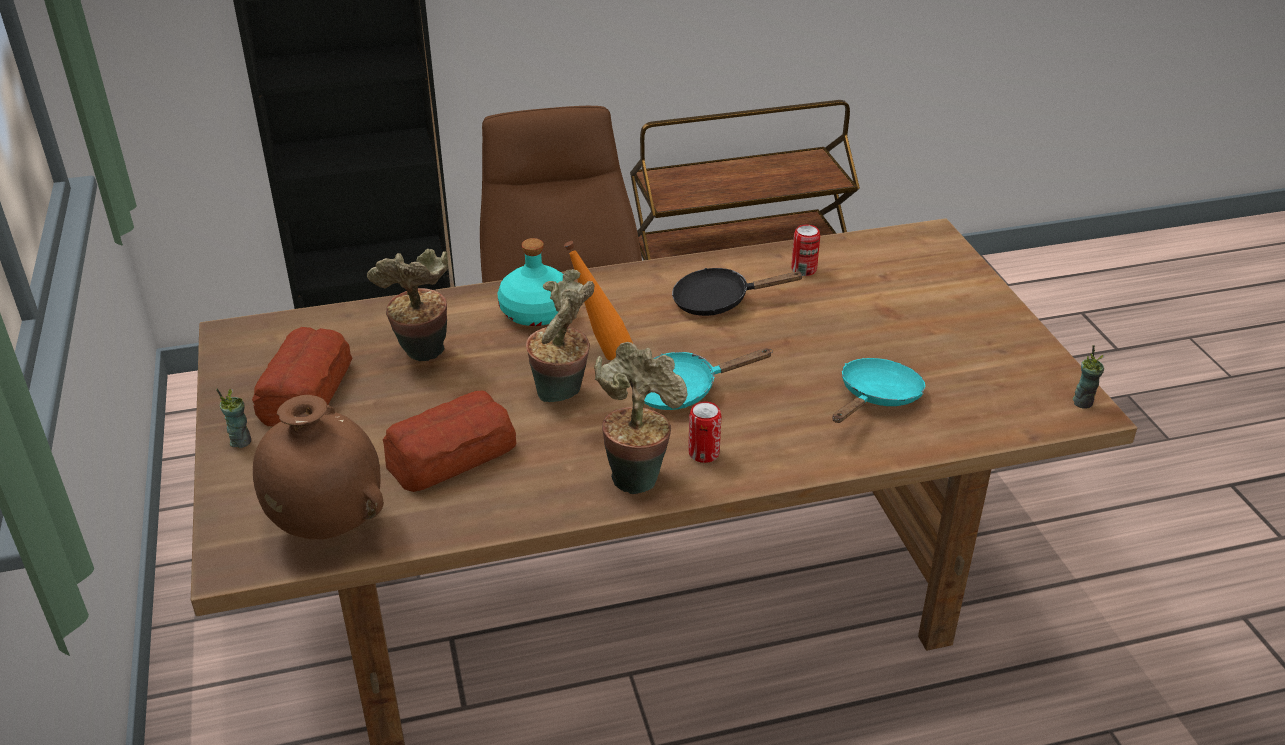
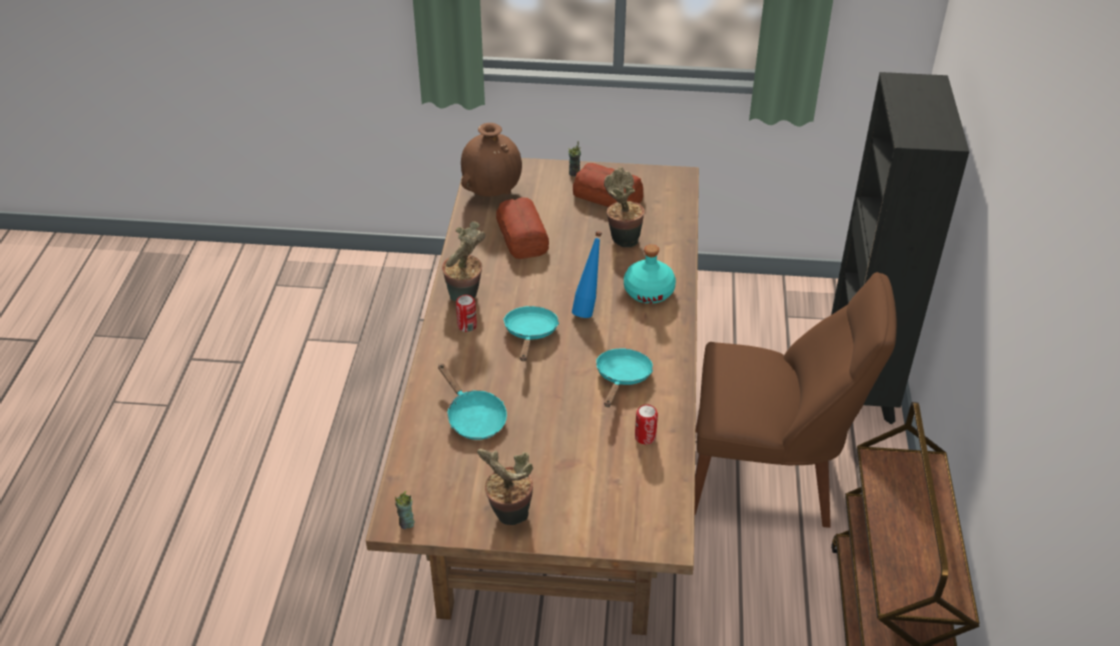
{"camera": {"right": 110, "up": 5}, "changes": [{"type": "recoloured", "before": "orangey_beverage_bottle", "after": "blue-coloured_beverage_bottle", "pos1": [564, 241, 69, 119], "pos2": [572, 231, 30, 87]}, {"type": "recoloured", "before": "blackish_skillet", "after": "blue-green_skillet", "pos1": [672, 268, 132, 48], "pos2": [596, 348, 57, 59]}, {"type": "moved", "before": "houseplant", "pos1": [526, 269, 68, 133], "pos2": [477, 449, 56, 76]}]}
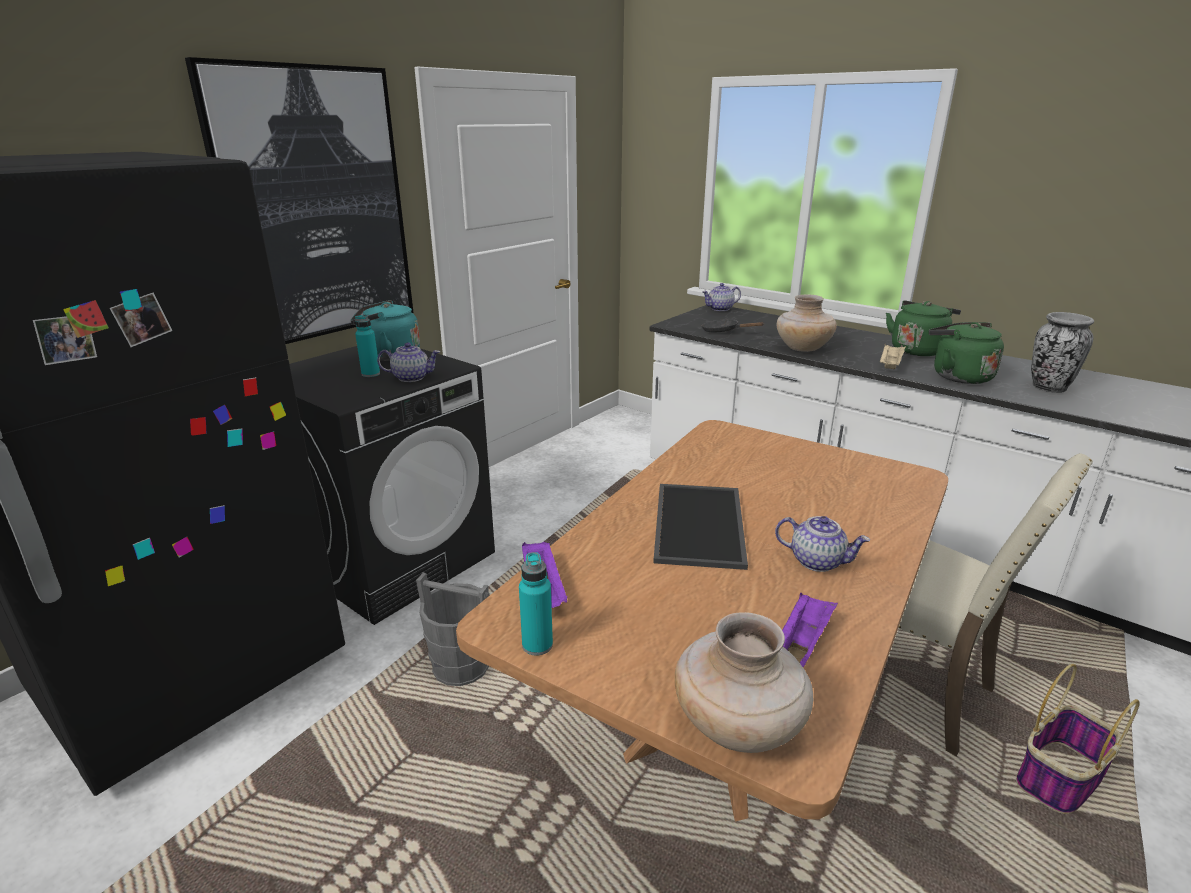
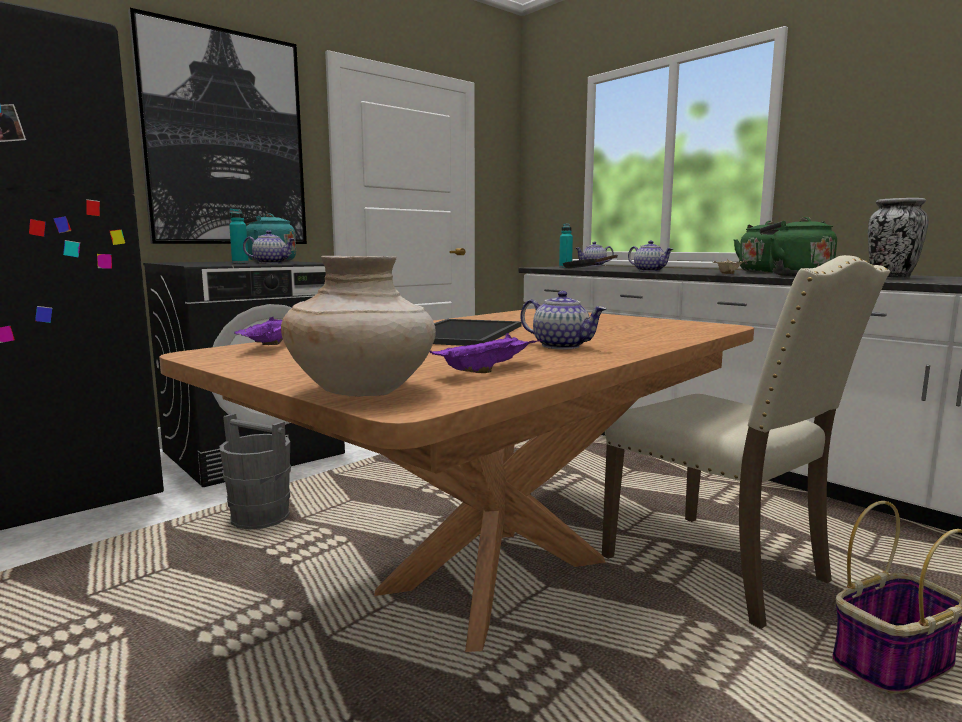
{"camera": {"right": 10, "up": -15}, "changes": [{"type": "replaced", "before": "sand-coloured_vase", "after": "pot_for_tea", "pos1": [777, 294, 60, 58], "pos2": [628, 241, 45, 31]}, {"type": "moved", "before": "blue-green_beverage_bottle", "pos1": [519, 552, 34, 104], "pos2": [559, 223, 14, 45]}]}
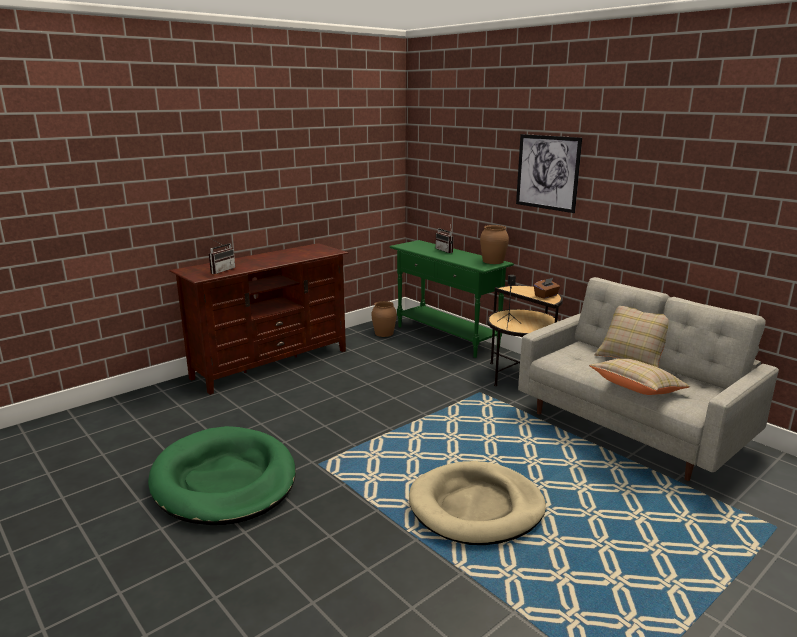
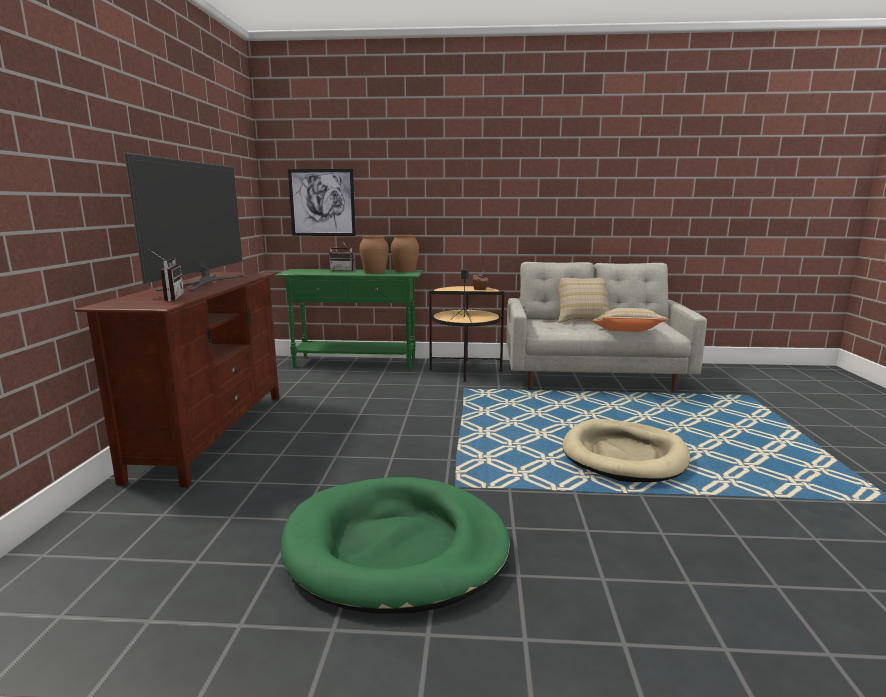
{"camera": {"right": -45, "up": -5}, "changes": [{"type": "moved", "before": "wall_art", "pos1": [516, 134, 66, 79], "pos2": [288, 169, 68, 67]}, {"type": "moved", "before": "brownish_vase", "pos1": [371, 301, 26, 36], "pos2": [359, 235, 29, 39]}, {"type": "added", "after": "TV_set", "pos2": [124, 152, 119, 139]}]}
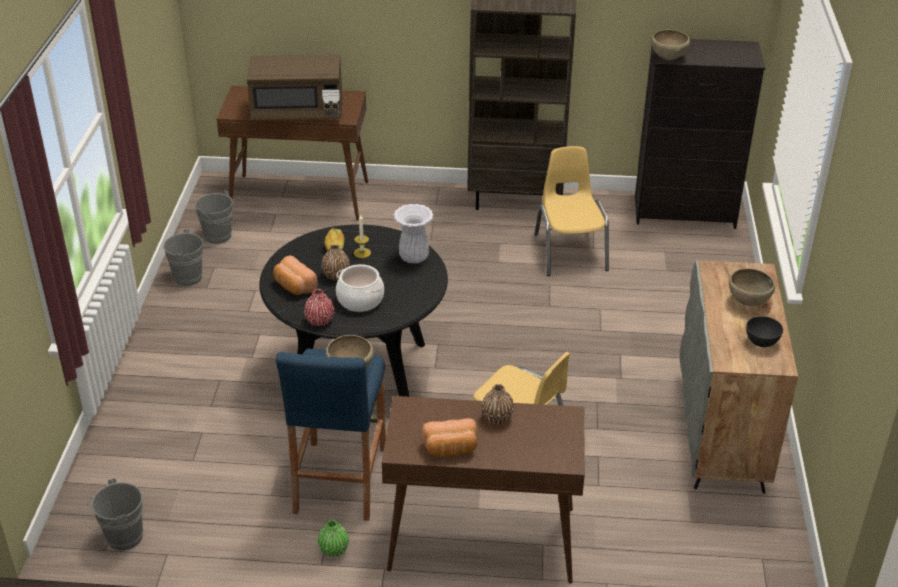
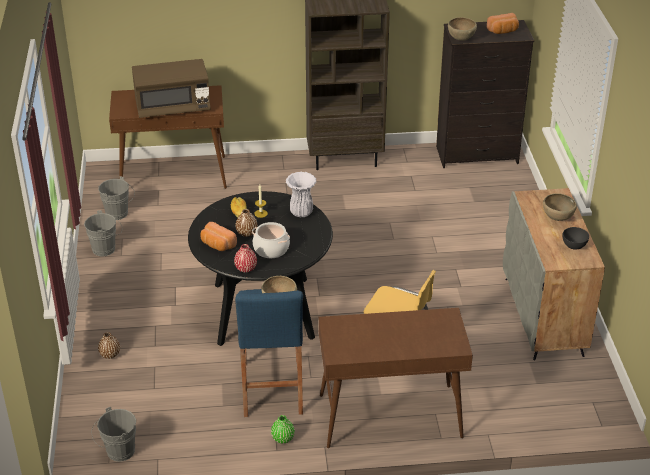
{"camera": {"right": -10, "up": 0}, "changes": [{"type": "removed", "before": "yellow-coloured_plain_chair", "pos1": [535, 146, 74, 130]}, {"type": "moved", "before": "brownish_vase", "pos1": [481, 384, 33, 40], "pos2": [98, 332, 22, 27]}, {"type": "moved", "before": "baked_bread", "pos1": [422, 418, 55, 39], "pos2": [487, 13, 32, 21]}]}
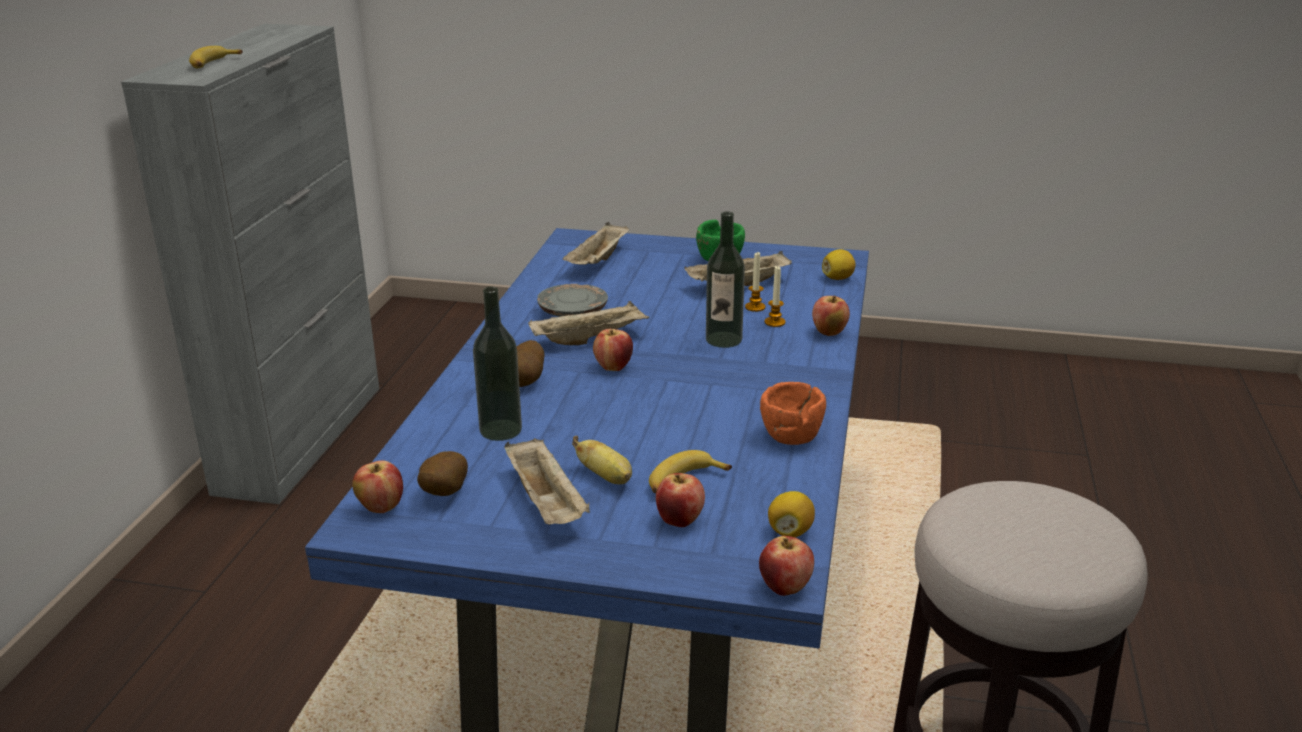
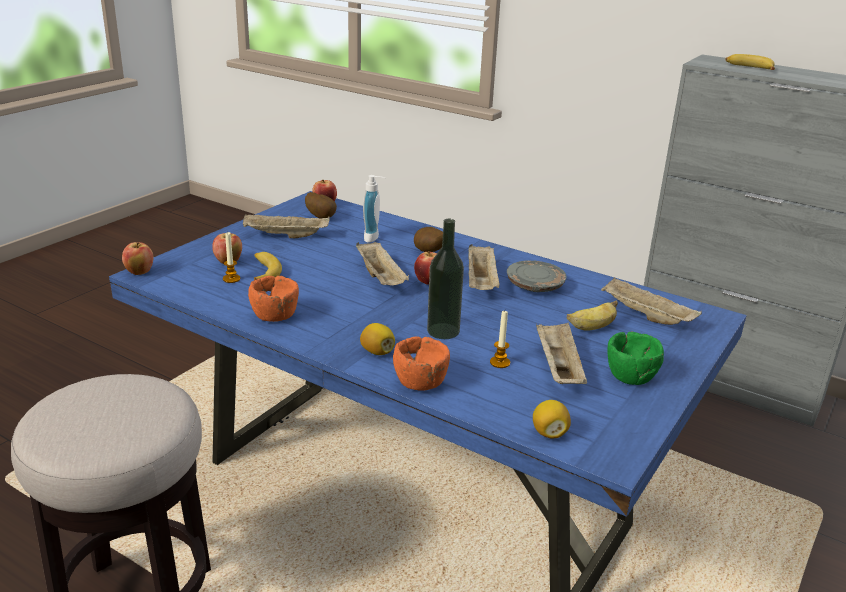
{"camera": {"right": 110, "up": 0}, "changes": [{"type": "moved", "before": "wax_light", "pos1": [765, 266, 21, 61], "pos2": [223, 232, 17, 51]}, {"type": "replaced", "before": "beverage_bottle", "after": "liquid_soap_bottle", "pos1": [473, 287, 49, 154], "pos2": [363, 175, 22, 68]}, {"type": "replaced", "before": "apple", "after": "orangey_serving_bowl", "pos1": [812, 296, 38, 40], "pos2": [393, 337, 57, 54]}, {"type": "moved", "before": "banana", "pos1": [572, 436, 60, 48], "pos2": [567, 301, 51, 30]}, {"type": "moved", "before": "lemon", "pos1": [768, 491, 47, 46], "pos2": [360, 323, 35, 32]}, {"type": "added", "after": "sand-coloured_tray", "pos2": [356, 242, 53, 43]}]}
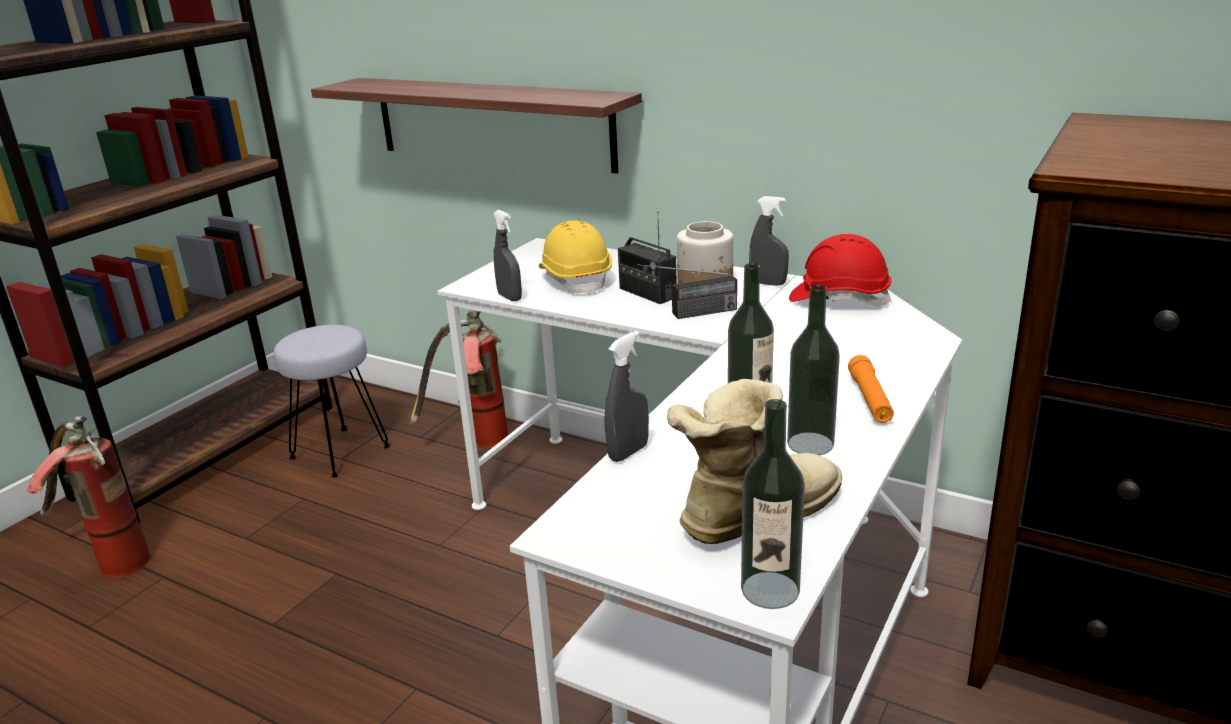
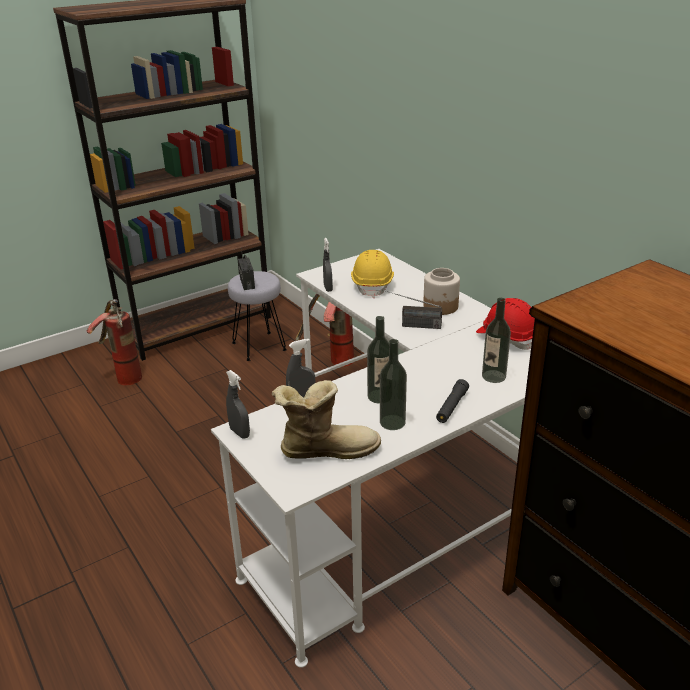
{"camera": {"right": 25, "up": 5}, "changes": [{"type": "removed", "before": "shelf", "pos1": [311, 78, 331, 96]}, {"type": "moved", "before": "greyish_hand_sprayer", "pos1": [749, 196, 40, 90], "pos2": [226, 370, 24, 69]}, {"type": "moved", "before": "radio_receiver", "pos1": [618, 211, 59, 93], "pos2": [238, 248, 17, 42]}, {"type": "recoloured", "before": "orangey_hand_torch", "after": "blackish_hand_torch", "pos1": [848, 355, 46, 68], "pos2": [436, 379, 33, 44]}, {"type": "moved", "before": "beverage_bottle", "pos1": [741, 399, 64, 210], "pos2": [482, 298, 29, 85]}]}
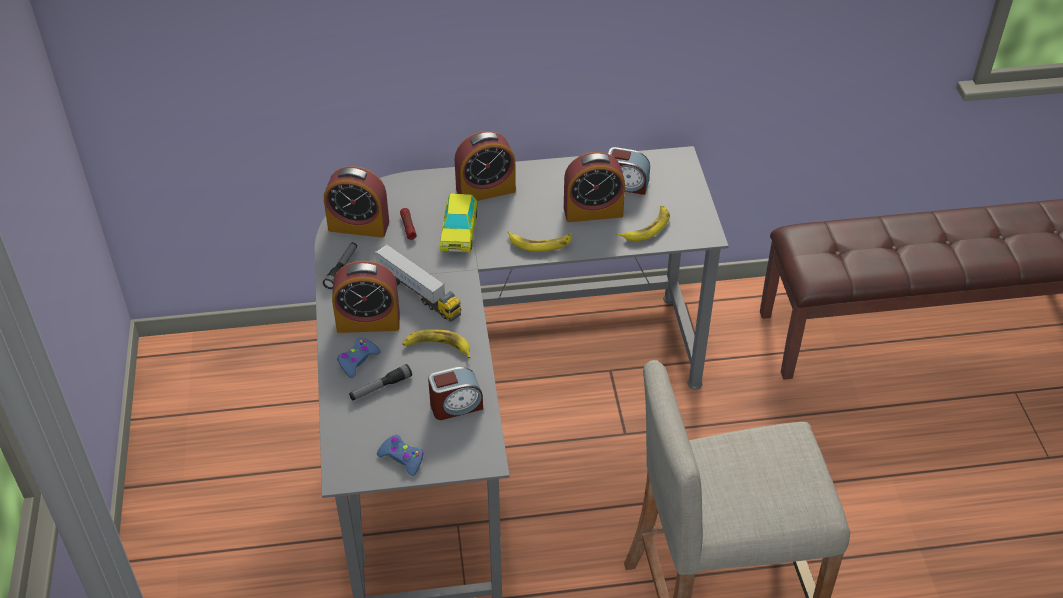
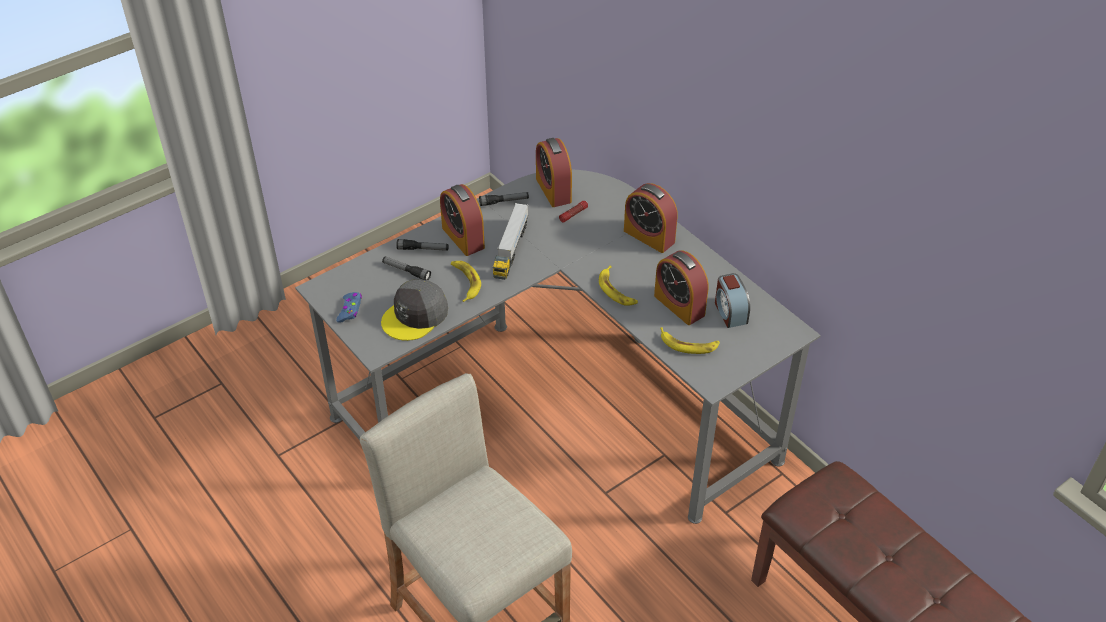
{"camera": {"right": 60, "up": 0}, "changes": [{"type": "removed", "before": "miniature_car", "pos1": [440, 193, 37, 59]}, {"type": "replaced", "before": "blue-coloured_game_controller", "after": "hand_torch", "pos1": [337, 338, 44, 40], "pos2": [396, 239, 53, 12]}, {"type": "replaced", "before": "table_clock", "after": "greyish_baseball_cap", "pos1": [428, 367, 55, 53], "pos2": [381, 279, 67, 62]}]}
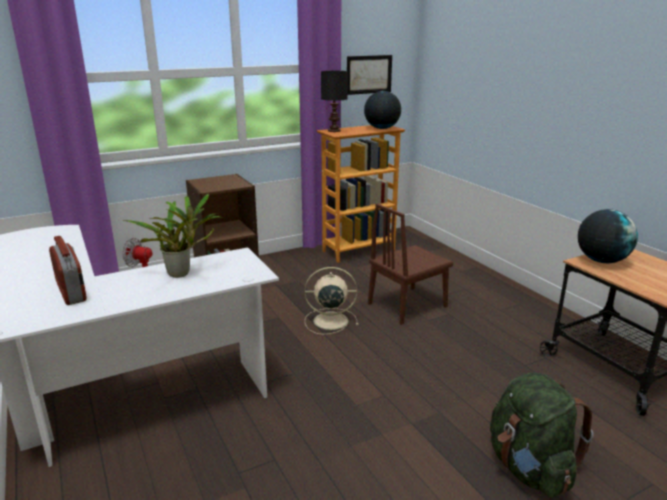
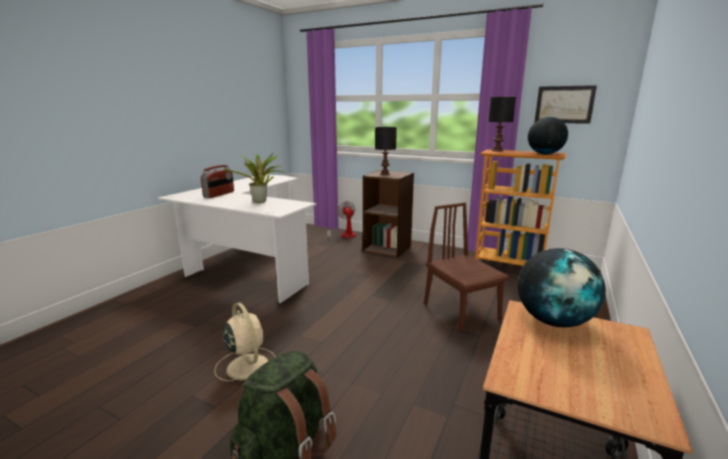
{"camera": {"right": 55, "up": -5}, "changes": [{"type": "turned", "before": "brownish_plain_chair", "pos1": [368, 203, 85, 122], "pos2": [424, 203, 85, 130], "turn": 45}, {"type": "moved", "before": "sand-coloured_cooling_fan", "pos1": [305, 267, 54, 68], "pos2": [214, 302, 62, 79]}, {"type": "added", "after": "blackish_tabletop_lamp", "pos2": [375, 127, 22, 48]}]}
